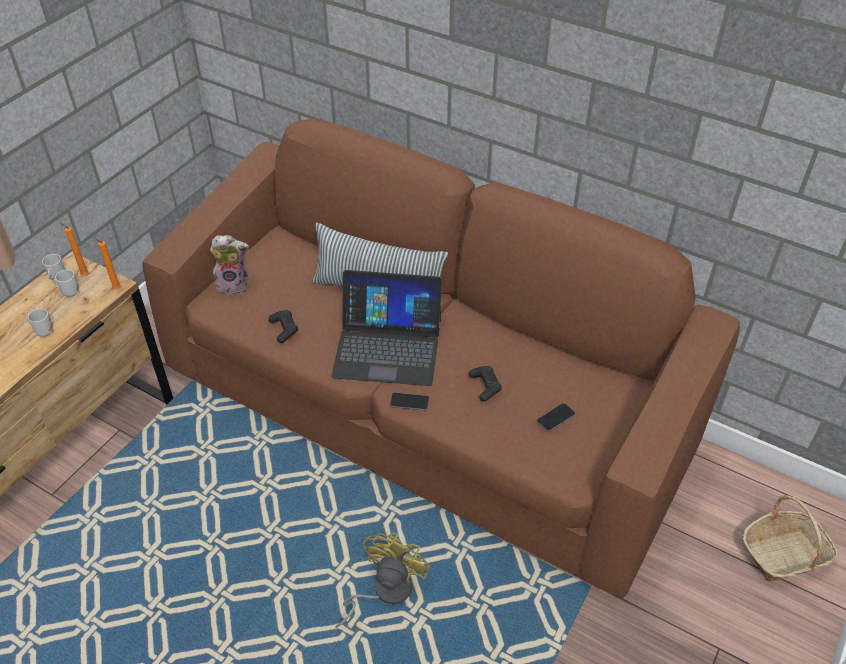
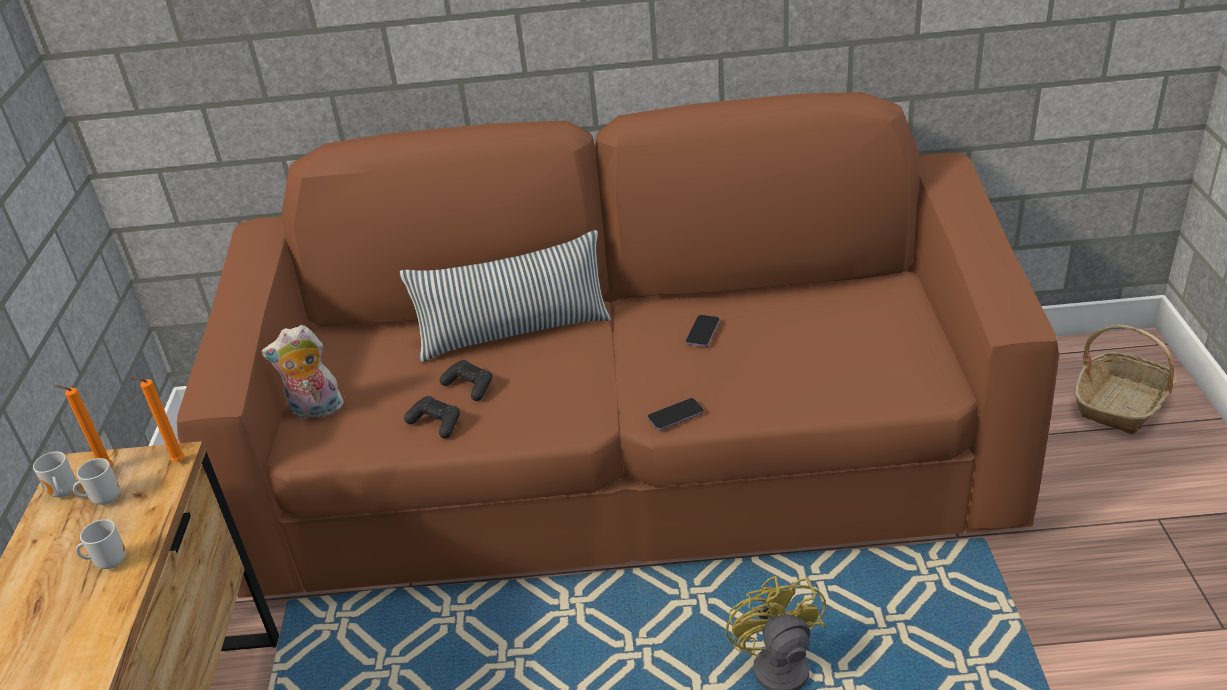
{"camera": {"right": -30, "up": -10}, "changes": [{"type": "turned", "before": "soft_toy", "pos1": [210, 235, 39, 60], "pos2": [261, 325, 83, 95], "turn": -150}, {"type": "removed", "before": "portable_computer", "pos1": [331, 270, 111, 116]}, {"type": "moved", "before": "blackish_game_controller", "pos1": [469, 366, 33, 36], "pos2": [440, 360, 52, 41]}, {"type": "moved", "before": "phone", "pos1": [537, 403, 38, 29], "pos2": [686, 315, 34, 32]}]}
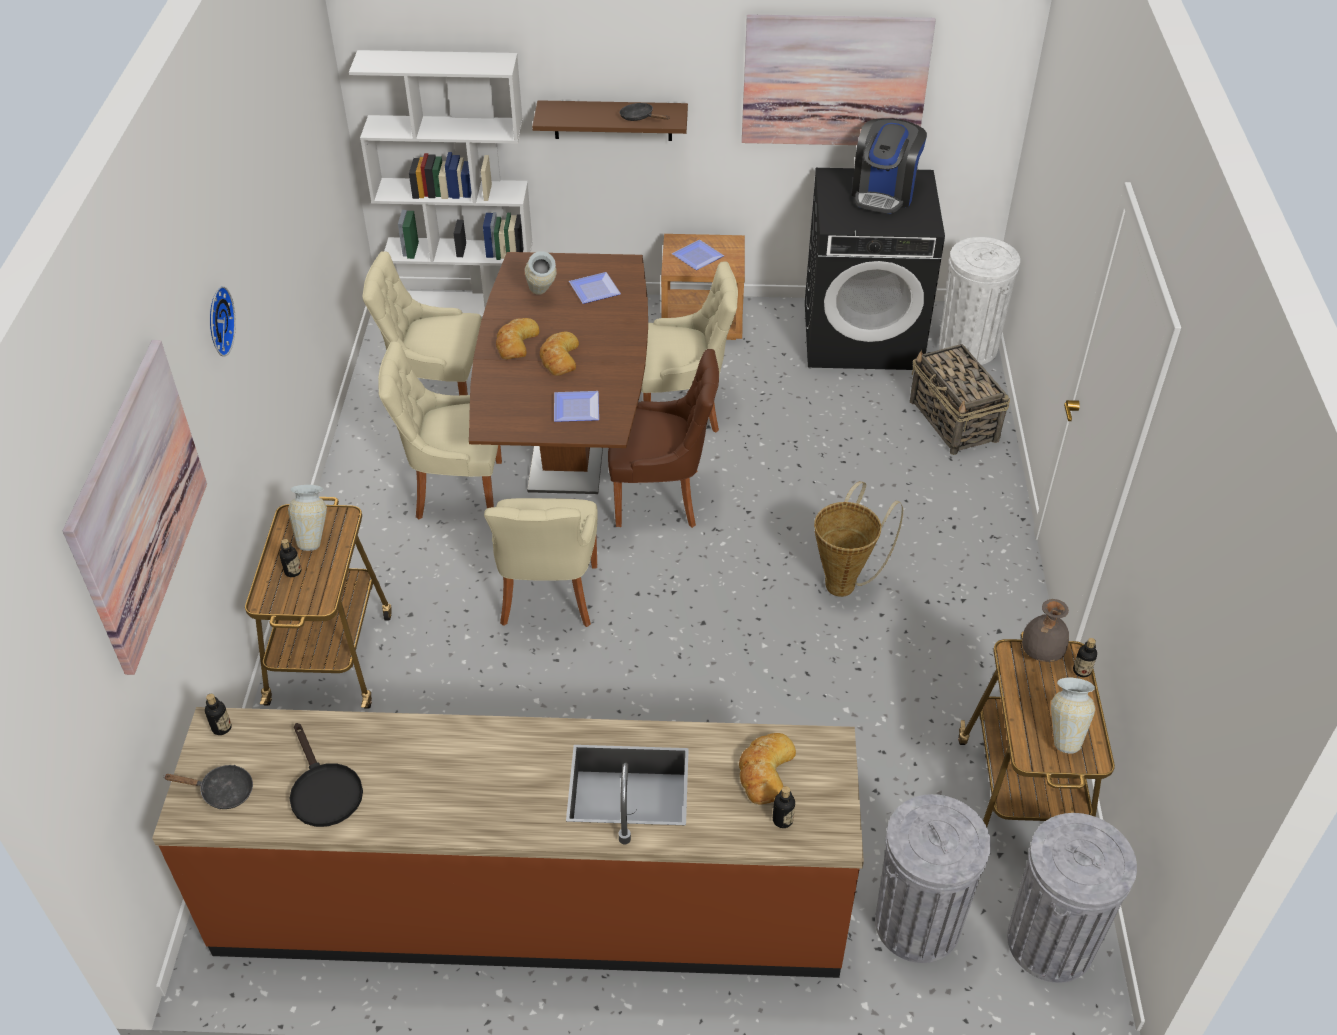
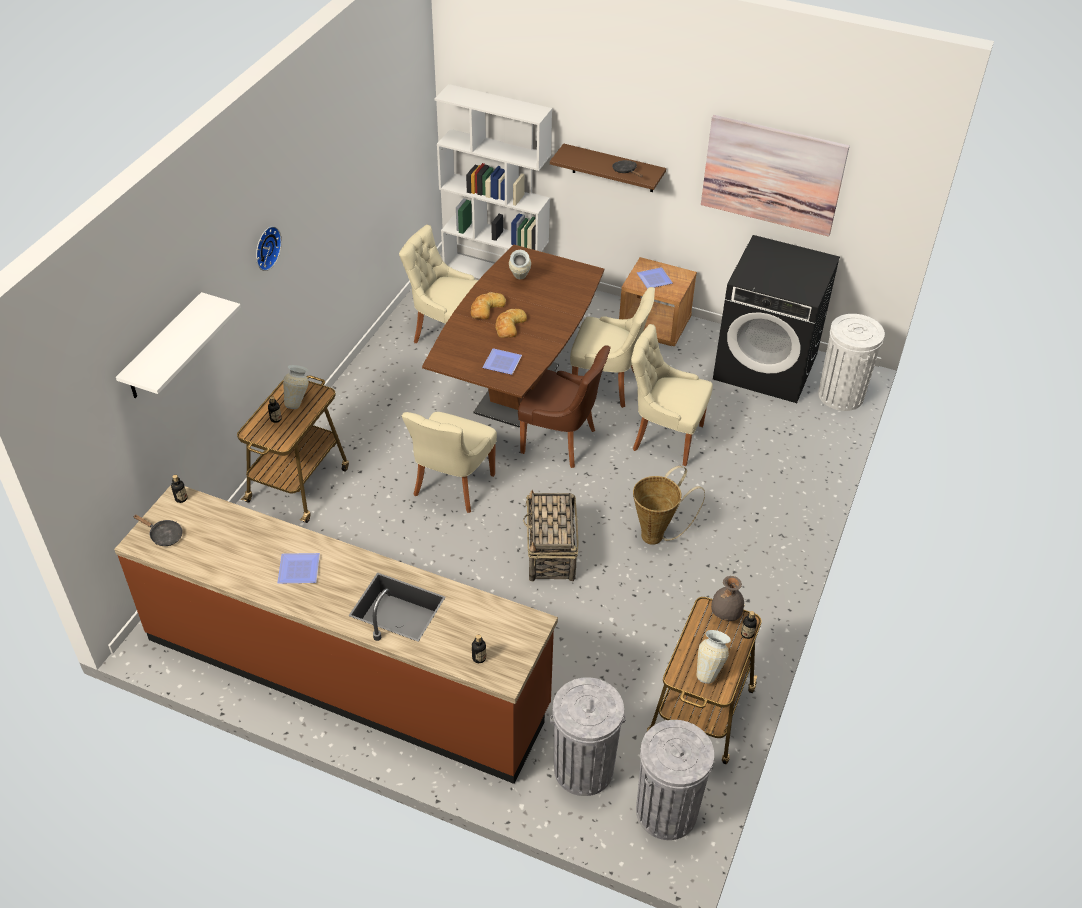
{"camera": {"right": 20, "up": 0}, "changes": [{"type": "removed", "before": "coffee_machine", "pos1": [852, 118, 75, 96]}, {"type": "moved", "before": "plate", "pos1": [569, 272, 52, 32], "pos2": [277, 553, 43, 31]}, {"type": "replaced", "before": "wall_art", "after": "whitish_shelf", "pos1": [63, 340, 144, 335], "pos2": [116, 292, 125, 106]}, {"type": "moved", "before": "sand-coloured_plain_chair", "pos1": [378, 341, 124, 179], "pos2": [631, 324, 82, 142]}, {"type": "moved", "before": "storage_basket", "pos1": [910, 344, 100, 111], "pos2": [523, 490, 56, 91]}, {"type": "removed", "before": "blackish_skillet", "pos1": [290, 723, 73, 104]}, {"type": "removed", "before": "baked_bread", "pos1": [739, 733, 57, 72]}]}
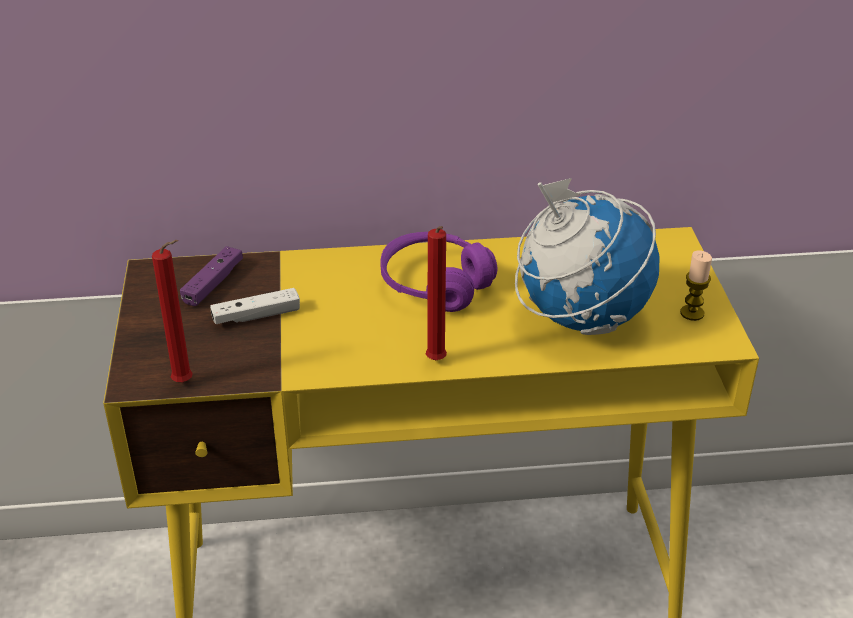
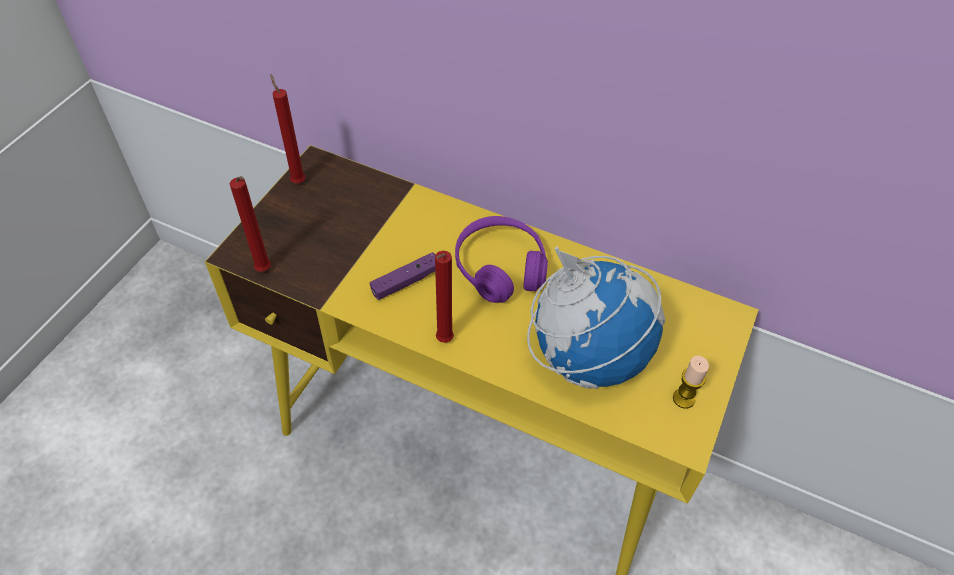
{"camera": {"right": 30, "up": 15}, "changes": [{"type": "moved", "before": "purplish_game_controller", "pos1": [180, 246, 63, 60], "pos2": [370, 252, 65, 48]}, {"type": "removed", "before": "whitish_game_controller", "pos1": [210, 288, 90, 36]}, {"type": "added", "after": "red-coloured_wax_light", "pos2": [270, 74, 36, 109]}]}
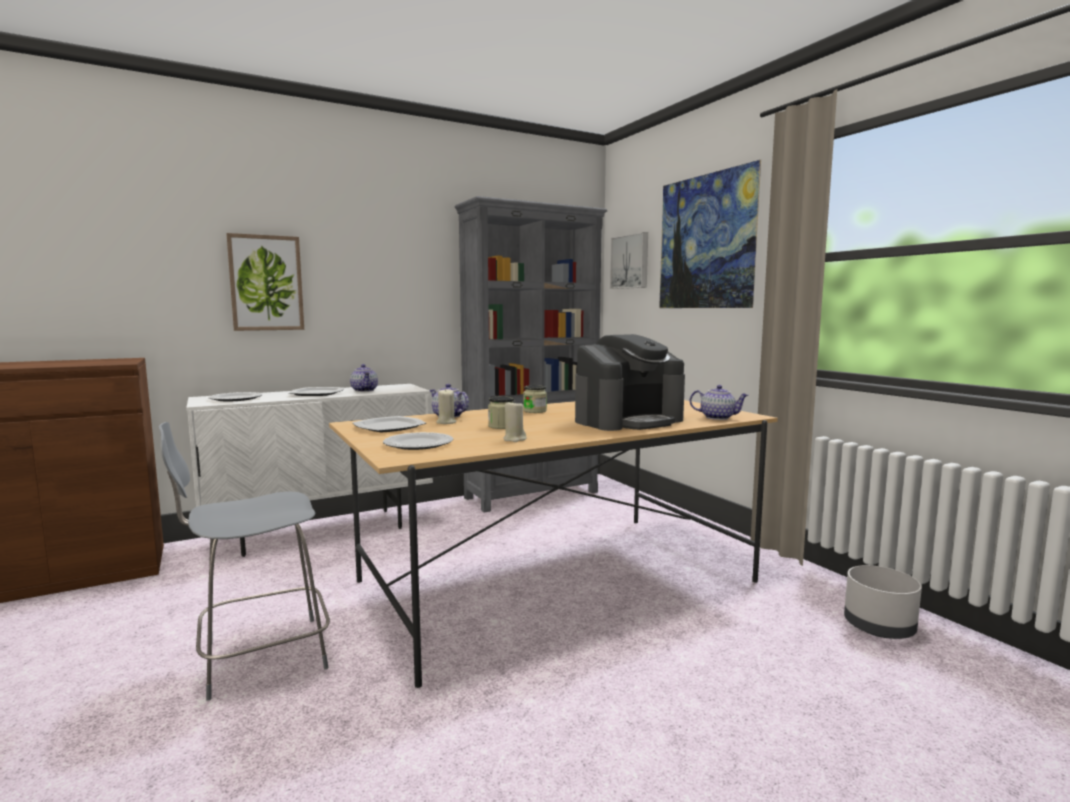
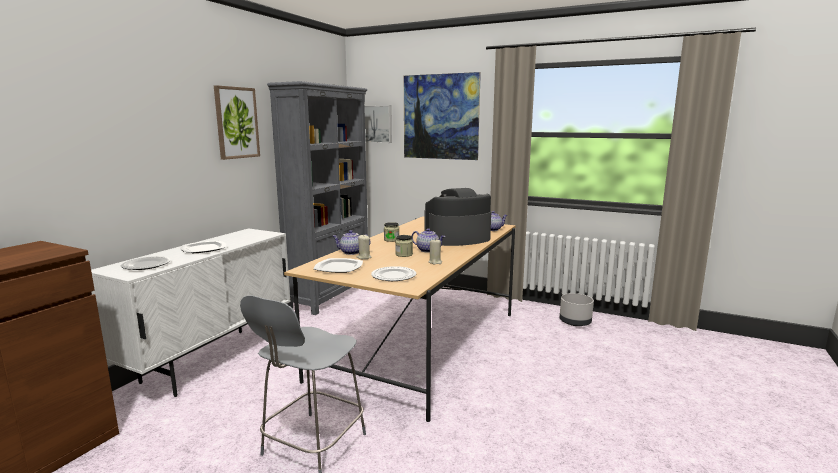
{"camera": {"right": -35, "up": 5}, "changes": [{"type": "moved", "before": "wall_art", "pos1": [227, 233, 77, 98], "pos2": [214, 85, 46, 75]}, {"type": "turned", "before": "coffee_machine", "pos1": [575, 334, 110, 97], "pos2": [425, 188, 66, 58], "turn": -135}, {"type": "moved", "before": "pot_for_tea", "pos1": [350, 364, 28, 28], "pos2": [411, 228, 34, 25]}]}
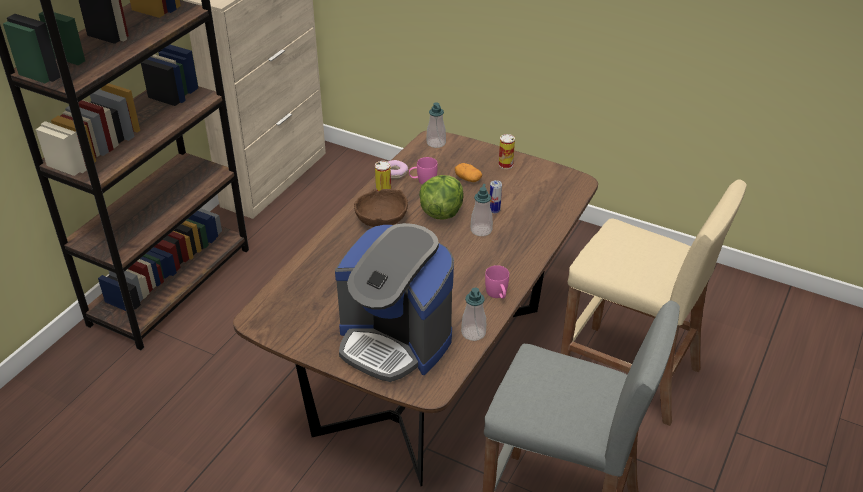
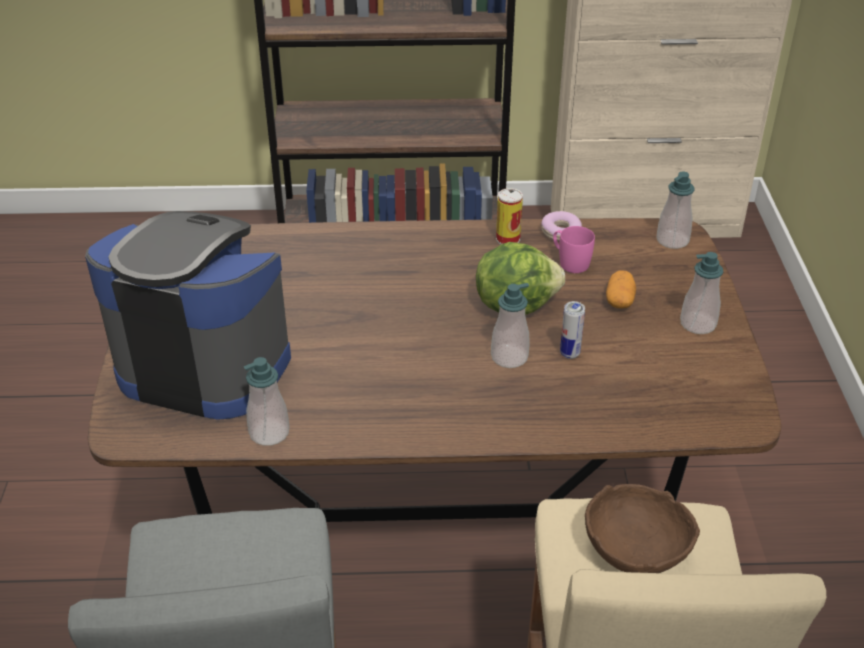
{"camera": {"right": 60, "up": 0}, "changes": [{"type": "replaced", "before": "can", "after": "liquid_soap_bottle", "pos1": [499, 134, 16, 35], "pos2": [680, 252, 43, 82]}, {"type": "moved", "before": "brownish_serving_bowl", "pos1": [354, 189, 54, 38], "pos2": [585, 484, 115, 89]}, {"type": "turned", "before": "coffee_machine", "pos1": [335, 223, 119, 159], "pos2": [85, 211, 206, 209], "turn": 105}, {"type": "removed", "before": "pink_tea_mug", "pos1": [485, 265, 24, 34]}]}
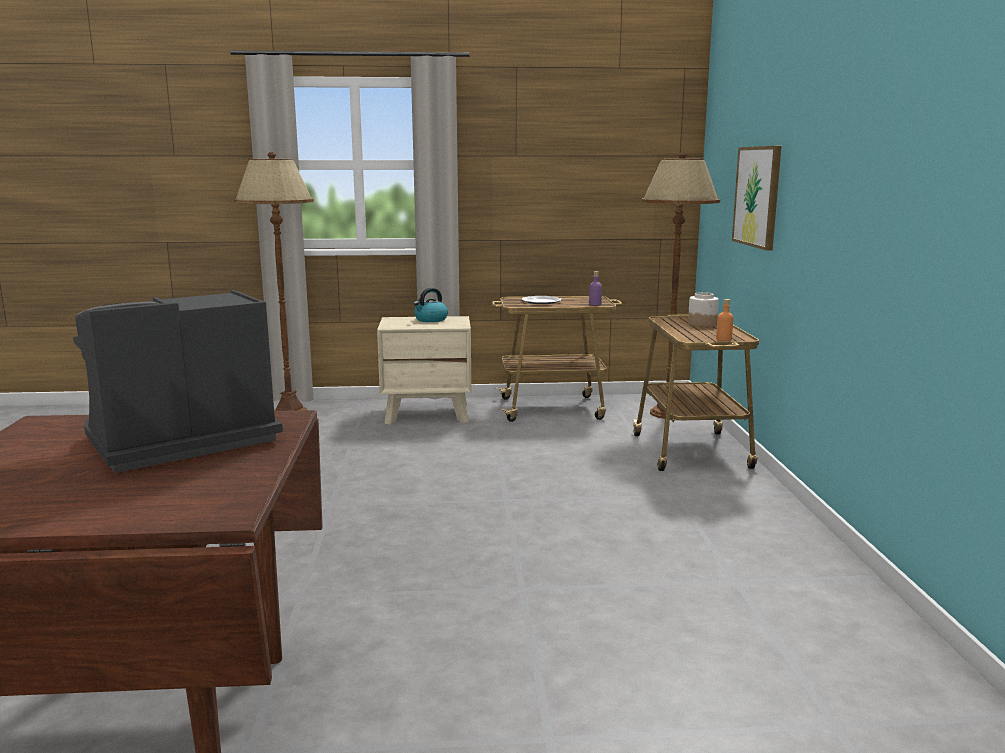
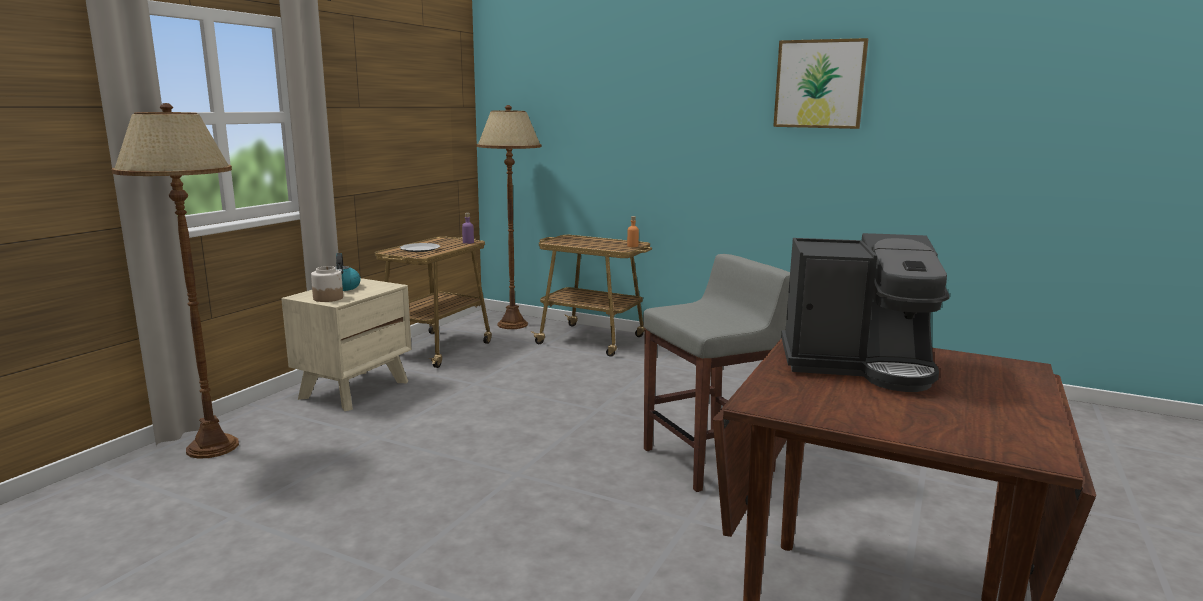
{"camera": {"right": -60, "up": 0}, "changes": [{"type": "moved", "before": "wall_art", "pos1": [732, 146, 50, 105], "pos2": [773, 38, 95, 91]}, {"type": "turned", "before": "coffee_machine", "pos1": [73, 290, 210, 183], "pos2": [781, 233, 169, 159], "turn": -75}, {"type": "moved", "before": "jar", "pos1": [688, 292, 31, 35], "pos2": [311, 266, 32, 36]}, {"type": "added", "after": "greyish_sitting_stool", "pos2": [643, 254, 147, 238]}]}
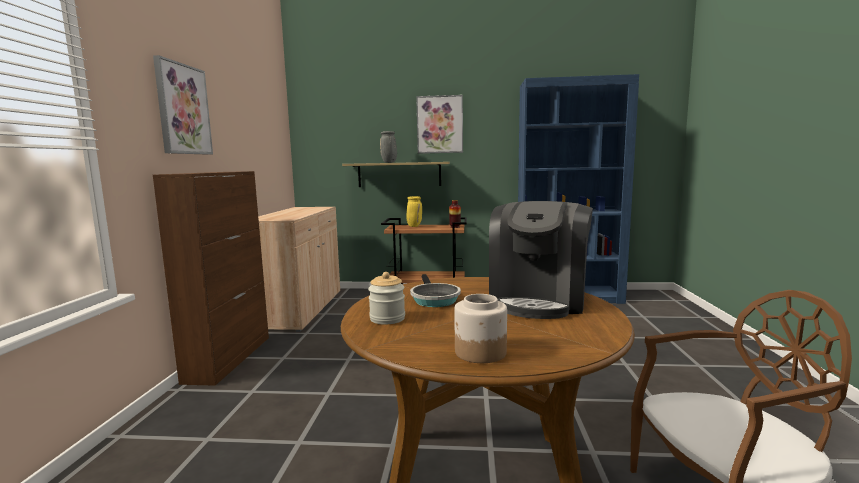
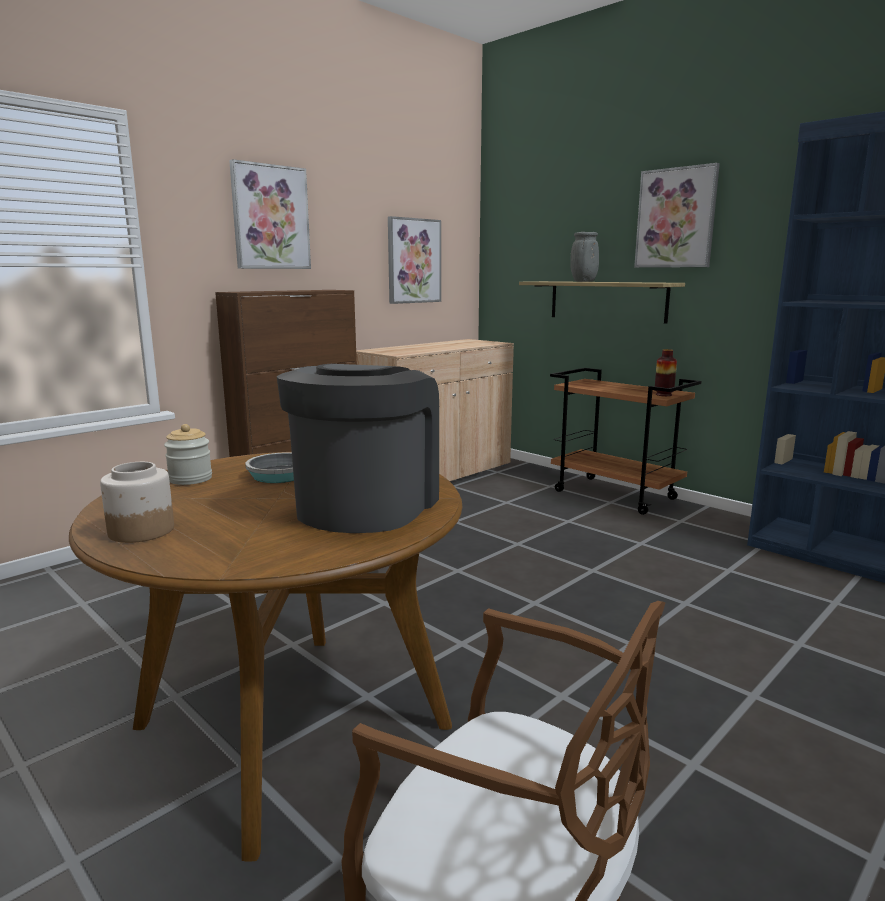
{"camera": {"right": 40, "up": 5}, "changes": [{"type": "removed", "before": "yellow-coloured_vase", "pos1": [407, 196, 15, 31]}, {"type": "turned", "before": "coffee_machine", "pos1": [489, 201, 104, 118], "pos2": [277, 364, 162, 169], "turn": 135}, {"type": "added", "after": "wall_art", "pos2": [388, 216, 53, 88]}]}
